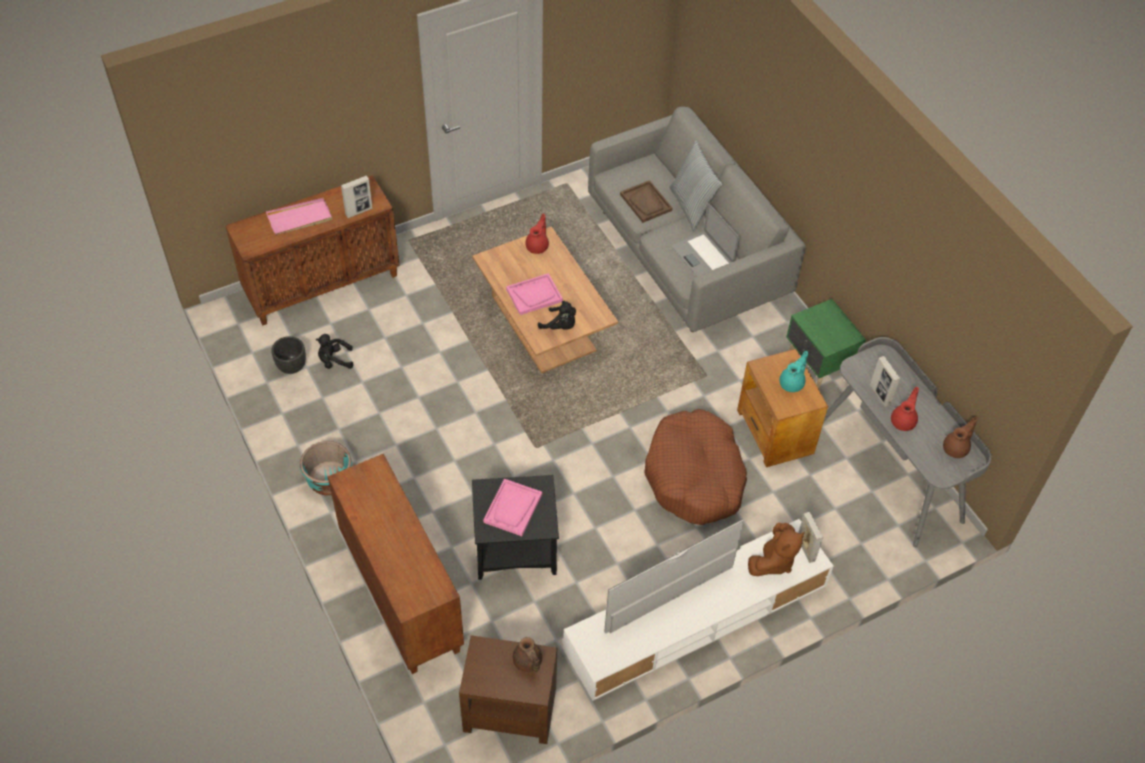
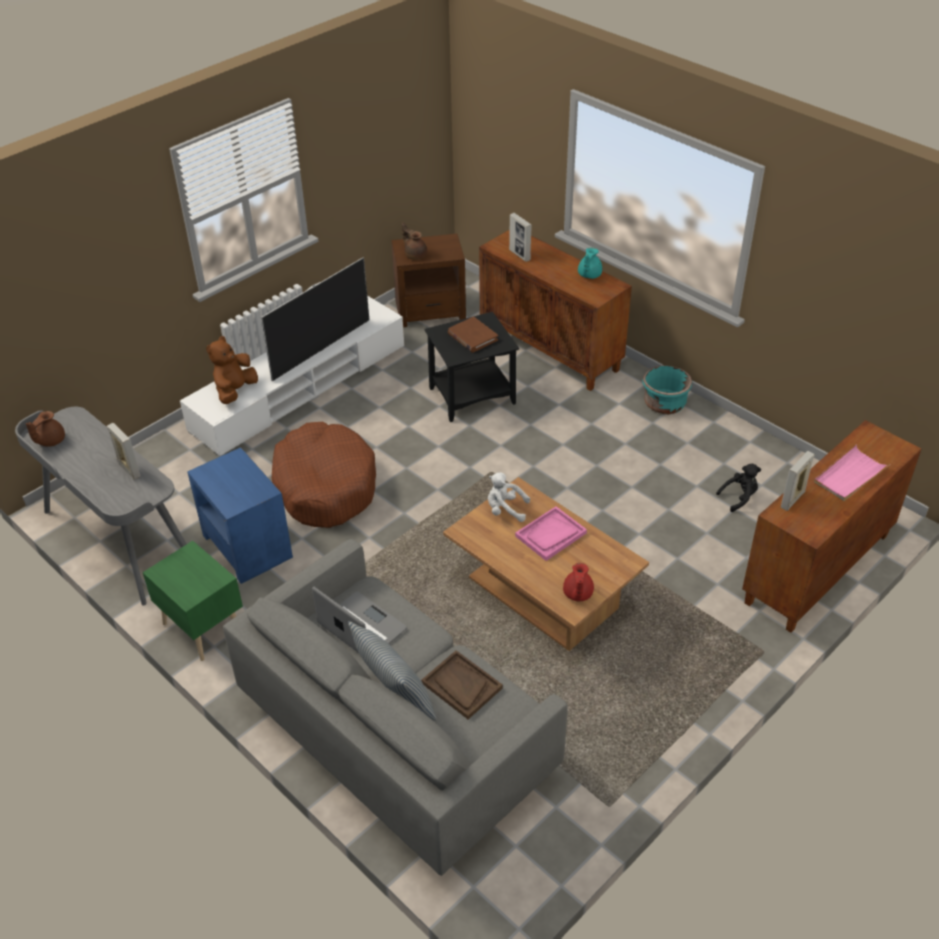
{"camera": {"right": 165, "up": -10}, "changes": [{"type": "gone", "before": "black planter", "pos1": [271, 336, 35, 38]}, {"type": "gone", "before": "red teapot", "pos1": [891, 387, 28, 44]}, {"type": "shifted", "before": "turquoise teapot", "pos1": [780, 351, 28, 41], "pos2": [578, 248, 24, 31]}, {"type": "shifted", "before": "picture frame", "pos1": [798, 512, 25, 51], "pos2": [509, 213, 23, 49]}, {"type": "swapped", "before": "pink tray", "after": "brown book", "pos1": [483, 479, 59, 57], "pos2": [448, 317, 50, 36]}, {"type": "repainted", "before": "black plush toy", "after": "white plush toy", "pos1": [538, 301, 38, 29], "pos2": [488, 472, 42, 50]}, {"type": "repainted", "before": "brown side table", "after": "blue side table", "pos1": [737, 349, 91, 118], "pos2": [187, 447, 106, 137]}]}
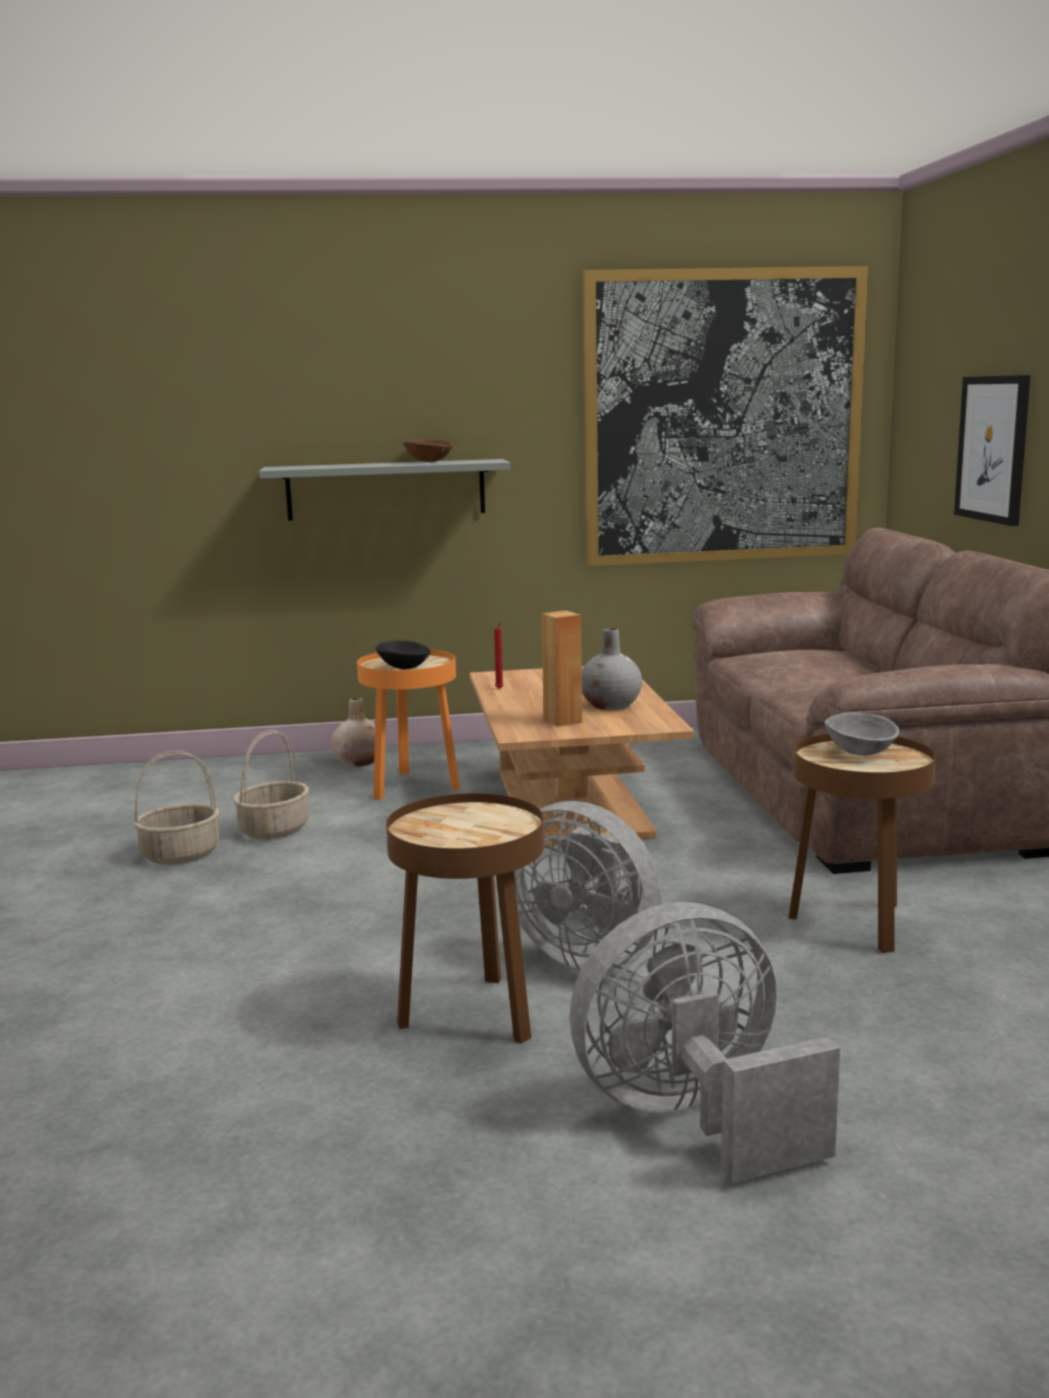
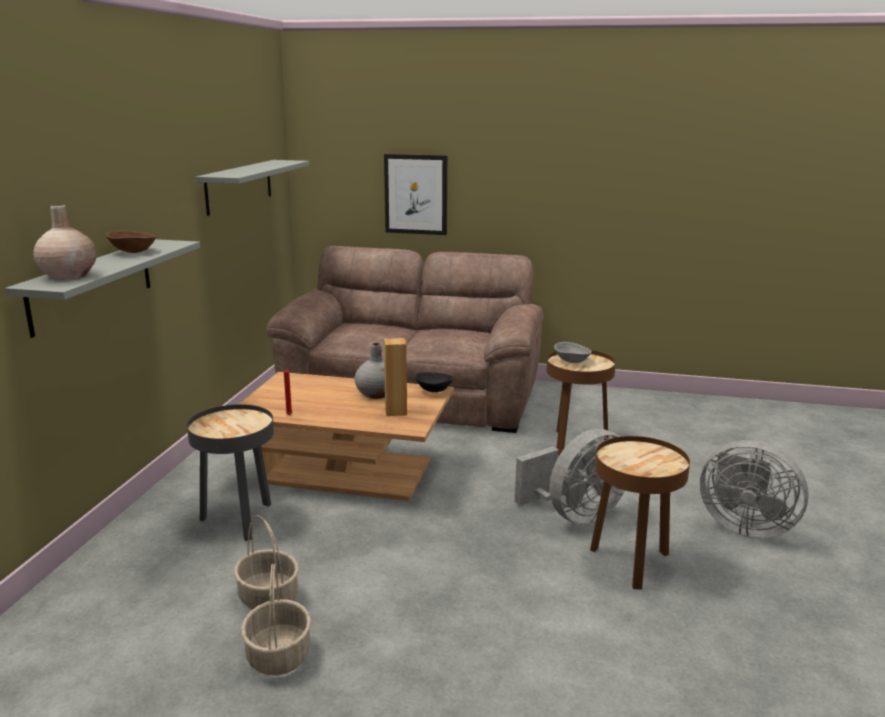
{"camera": {"right": -70, "up": 5}, "changes": [{"type": "shifted", "before": "beige vase", "pos1": [331, 697, 44, 70], "pos2": [33, 205, 64, 75]}, {"type": "shifted", "before": "black bowl", "pos1": [376, 640, 55, 29], "pos2": [415, 372, 38, 20]}, {"type": "swapped", "before": "picture", "after": "grey shelf", "pos1": [582, 266, 286, 300], "pos2": [196, 160, 114, 56]}, {"type": "repainted", "before": "orange side table", "after": "black side table", "pos1": [357, 649, 103, 151], "pos2": [187, 404, 87, 137]}, {"type": "rotated", "before": "grey fan", "pos1": [570, 902, 270, 281], "pos2": [700, 441, 108, 98], "turn": -60}]}
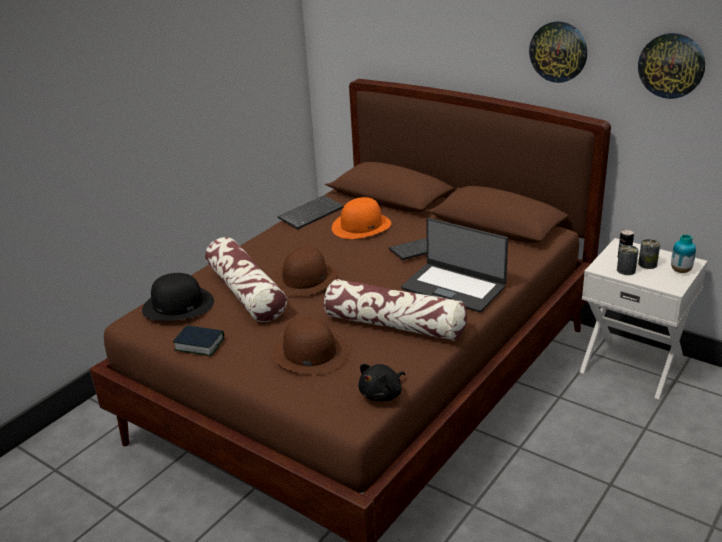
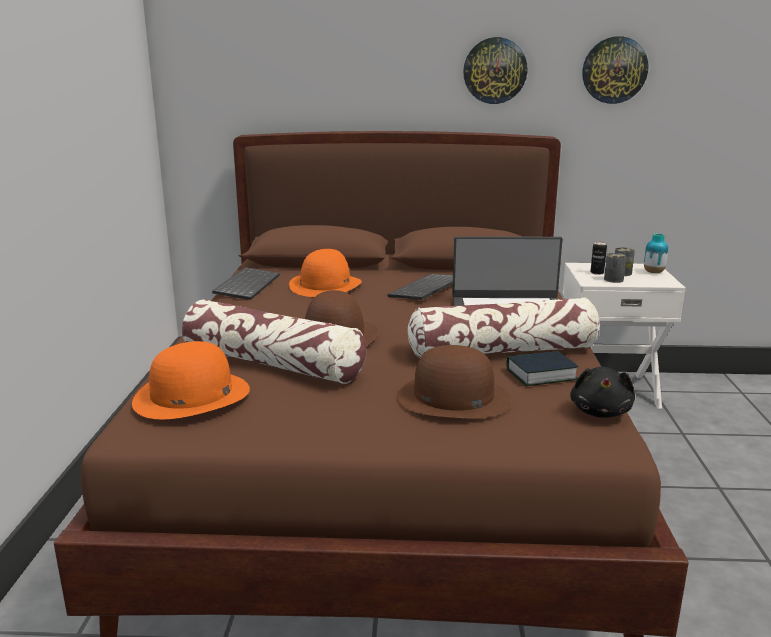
{"camera": {"right": -35, "up": -10}, "changes": [{"type": "shifted", "before": "book", "pos1": [173, 325, 51, 31], "pos2": [506, 351, 72, 35]}, {"type": "repainted", "before": "black hat", "after": "orange hat", "pos1": [142, 273, 72, 48], "pos2": [132, 341, 118, 78]}]}
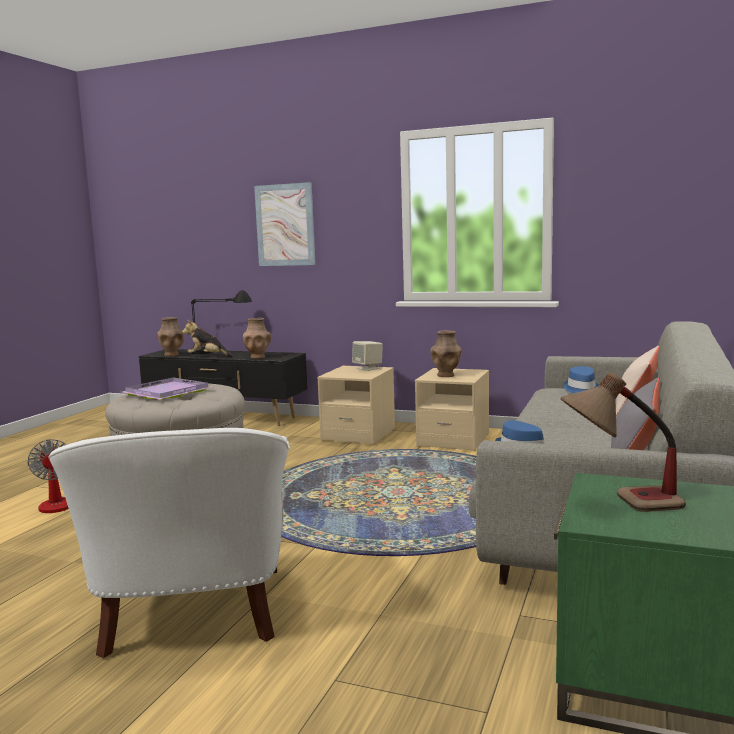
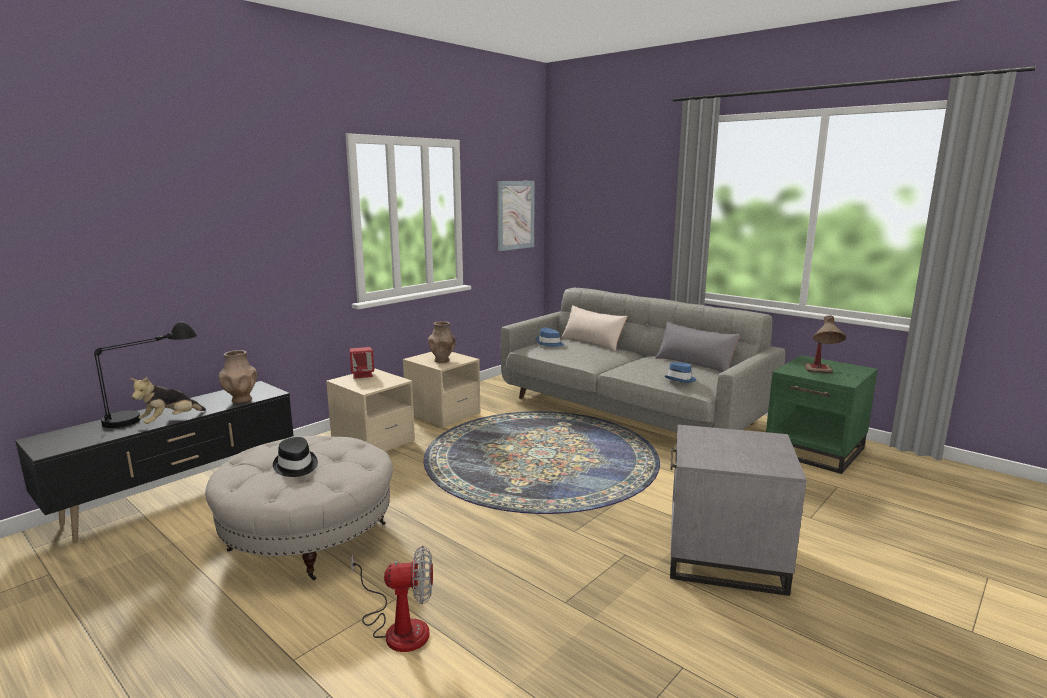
{"camera": {"right": -70, "up": 5}, "changes": [{"type": "gone", "before": "brown vase", "pos1": [157, 317, 27, 39]}, {"type": "shifted", "before": "picture", "pos1": [254, 182, 61, 84], "pos2": [497, 181, 38, 70]}, {"type": "swapped", "before": "white armchair", "after": "grey side table", "pos1": [49, 428, 241, 230], "pos2": [670, 425, 137, 171]}, {"type": "swapped", "before": "purple tray", "after": "black hat", "pos1": [122, 377, 90, 22], "pos2": [273, 437, 45, 40]}, {"type": "repainted", "before": "beige speaker", "after": "red speaker", "pos1": [352, 341, 31, 30], "pos2": [350, 347, 24, 32]}]}
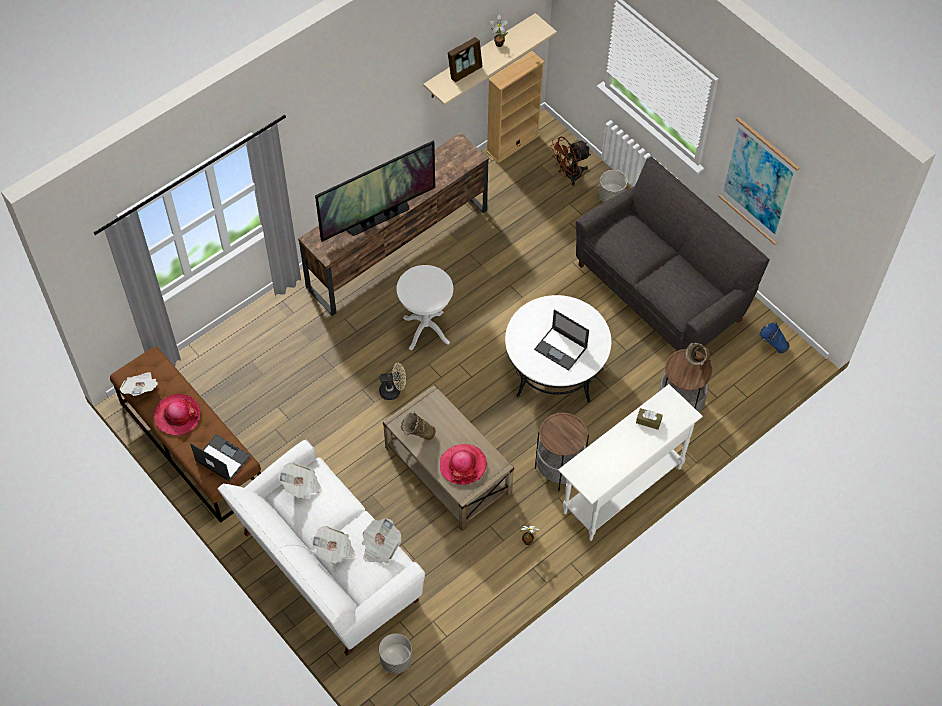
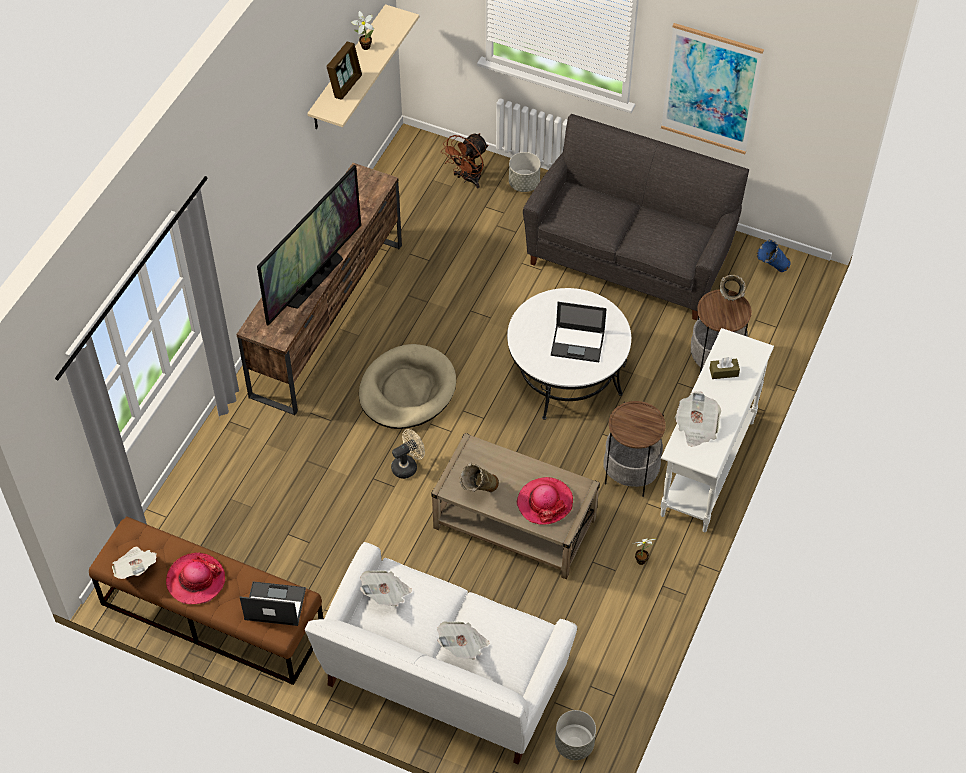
{"camera": {"right": -25, "up": -5}, "changes": [{"type": "gone", "before": "beige bookcase", "pos1": [486, 51, 59, 112]}, {"type": "shifted", "before": "newspaper", "pos1": [362, 518, 39, 46], "pos2": [675, 391, 46, 56]}, {"type": "swapped", "before": "white side table", "after": "beige dog bed", "pos1": [397, 265, 56, 86], "pos2": [359, 344, 97, 85]}]}
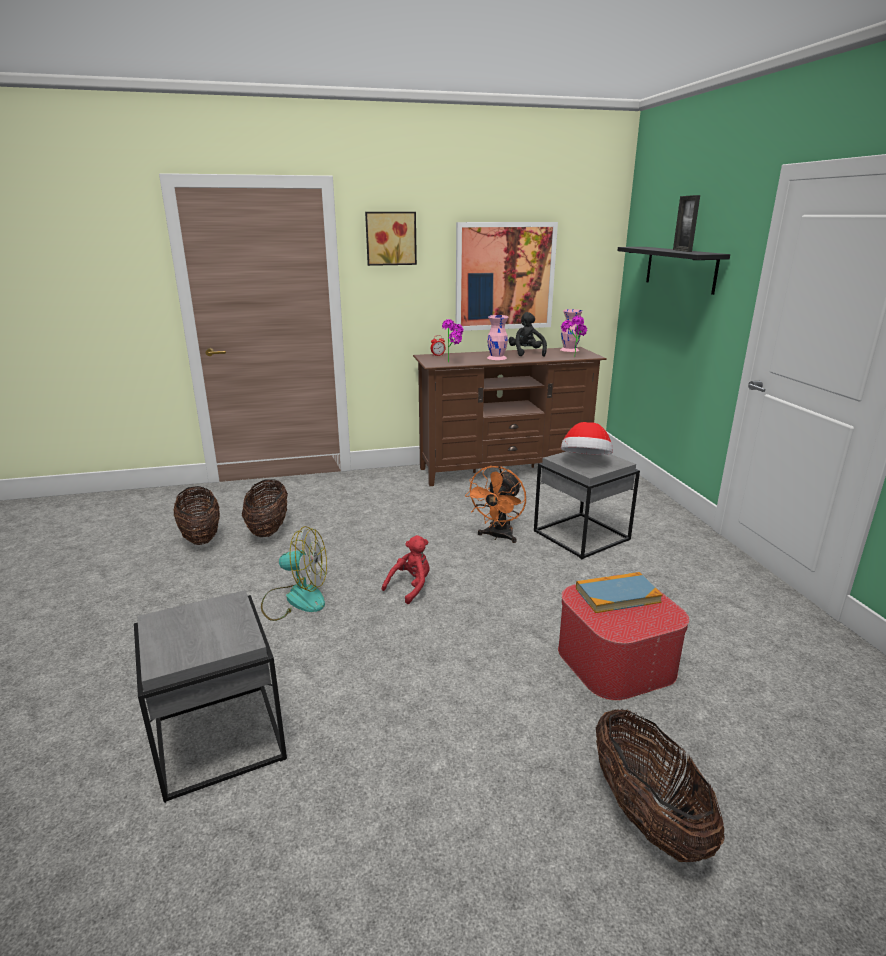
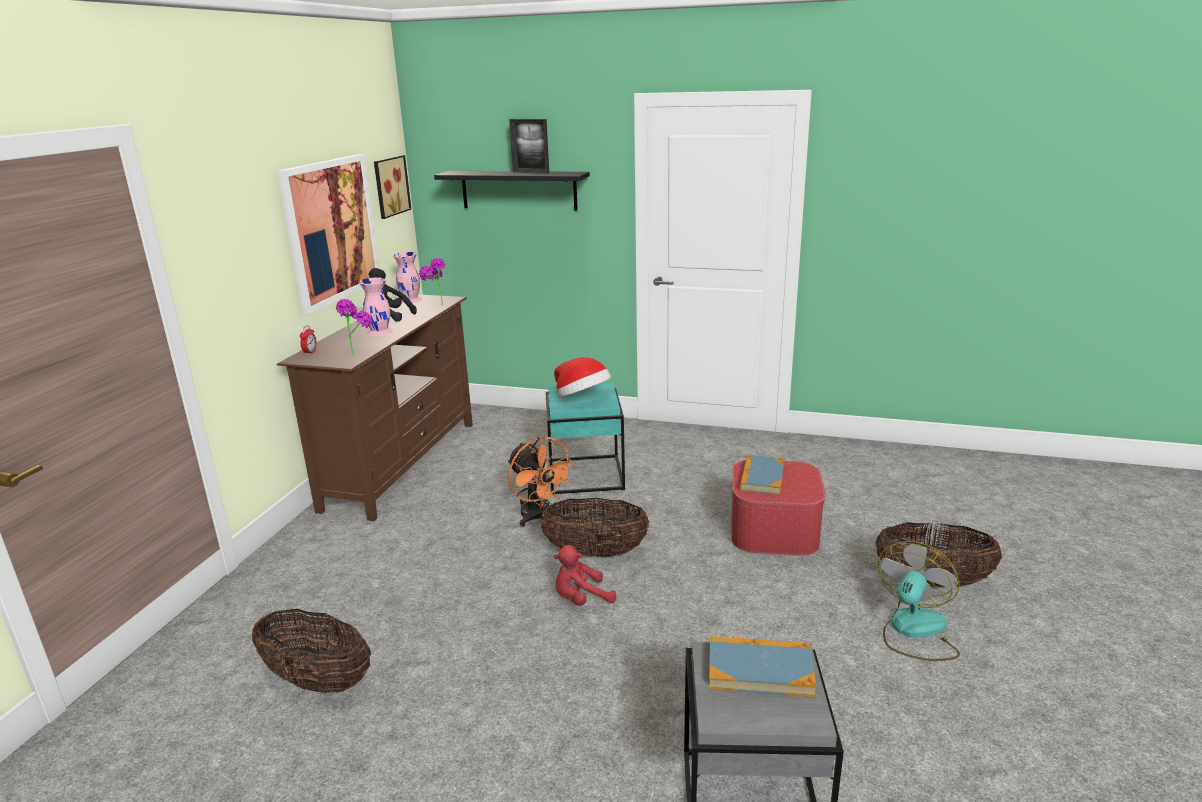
{"camera": {"right": -60, "up": 0}, "changes": [{"type": "new", "after": "book", "pos2": [709, 636, 108, 61]}, {"type": "shifted", "before": "basket", "pos1": [174, 486, 46, 59], "pos2": [540, 498, 110, 59]}, {"type": "shifted", "before": "fan", "pos1": [261, 526, 66, 95], "pos2": [878, 541, 82, 120]}, {"type": "shifted", "before": "picture", "pos1": [365, 212, 52, 54], "pos2": [374, 155, 37, 64]}, {"type": "repainted", "before": "grey side table", "after": "turquoise side table", "pos1": [534, 452, 106, 108], "pos2": [545, 383, 80, 111]}, {"type": "rotated", "before": "red plush toy", "pos1": [382, 535, 48, 69], "pos2": [554, 545, 62, 61], "turn": -90}]}
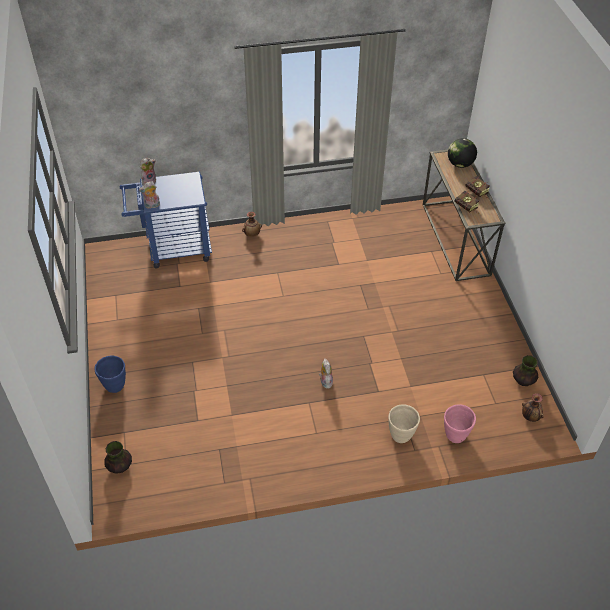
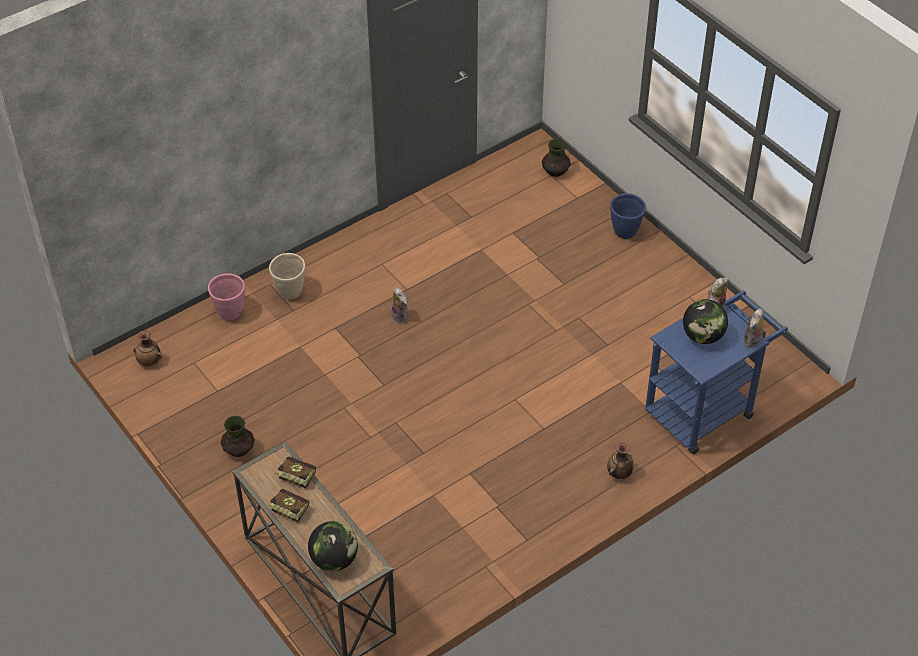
{"camera": {"right": 155, "up": 0}, "changes": [{"type": "new", "after": "globe", "pos2": [683, 299, 45, 45]}, {"type": "shifted", "before": "vase", "pos1": [513, 355, 26, 31], "pos2": [221, 416, 34, 41]}]}
